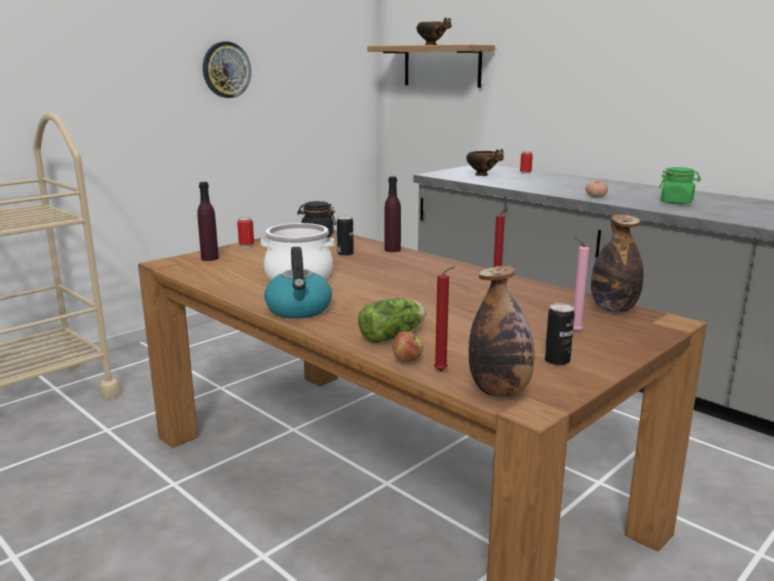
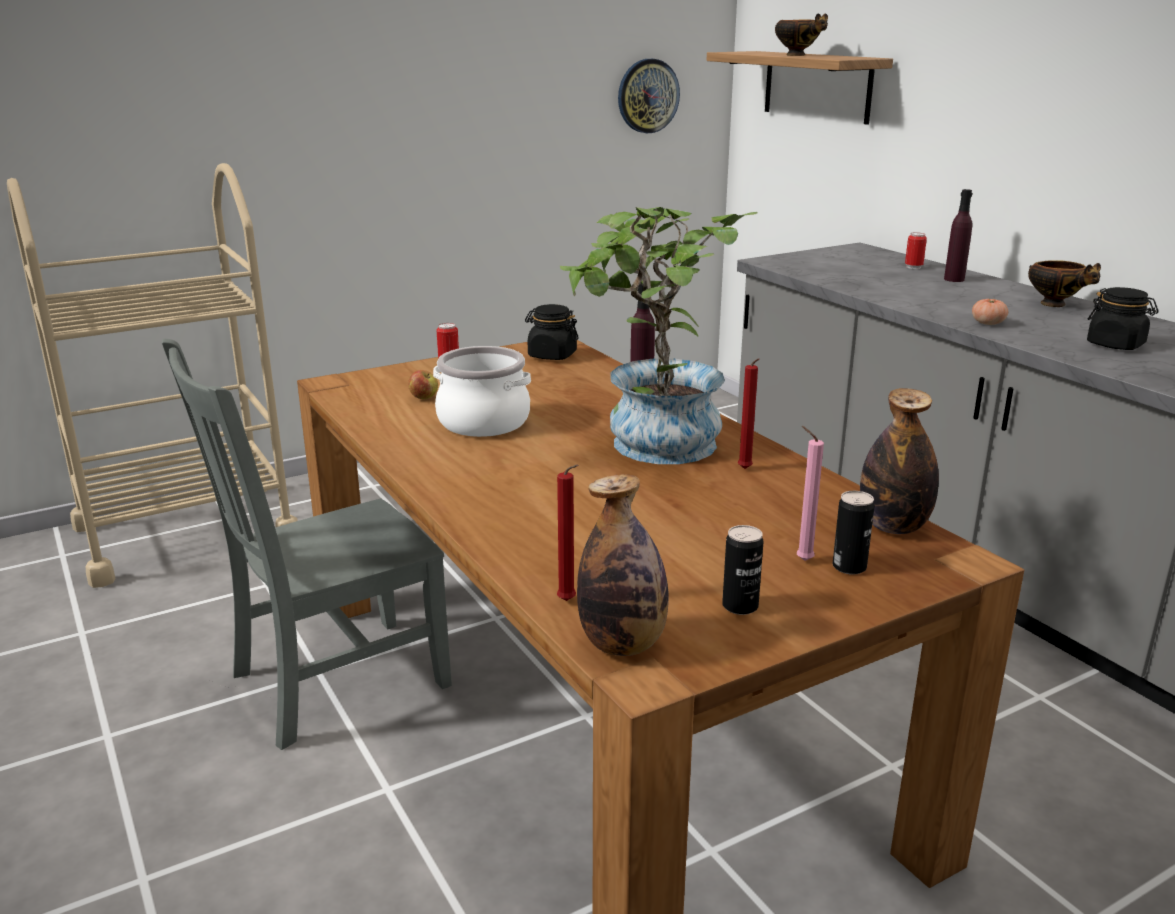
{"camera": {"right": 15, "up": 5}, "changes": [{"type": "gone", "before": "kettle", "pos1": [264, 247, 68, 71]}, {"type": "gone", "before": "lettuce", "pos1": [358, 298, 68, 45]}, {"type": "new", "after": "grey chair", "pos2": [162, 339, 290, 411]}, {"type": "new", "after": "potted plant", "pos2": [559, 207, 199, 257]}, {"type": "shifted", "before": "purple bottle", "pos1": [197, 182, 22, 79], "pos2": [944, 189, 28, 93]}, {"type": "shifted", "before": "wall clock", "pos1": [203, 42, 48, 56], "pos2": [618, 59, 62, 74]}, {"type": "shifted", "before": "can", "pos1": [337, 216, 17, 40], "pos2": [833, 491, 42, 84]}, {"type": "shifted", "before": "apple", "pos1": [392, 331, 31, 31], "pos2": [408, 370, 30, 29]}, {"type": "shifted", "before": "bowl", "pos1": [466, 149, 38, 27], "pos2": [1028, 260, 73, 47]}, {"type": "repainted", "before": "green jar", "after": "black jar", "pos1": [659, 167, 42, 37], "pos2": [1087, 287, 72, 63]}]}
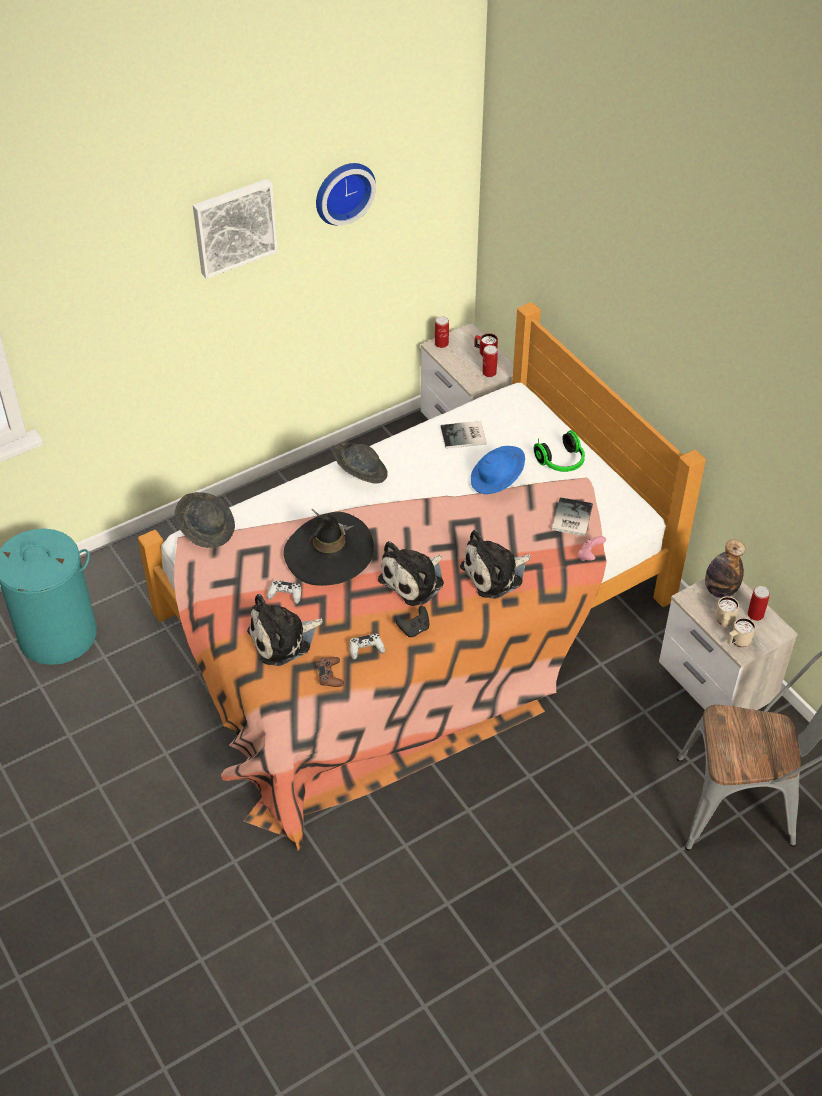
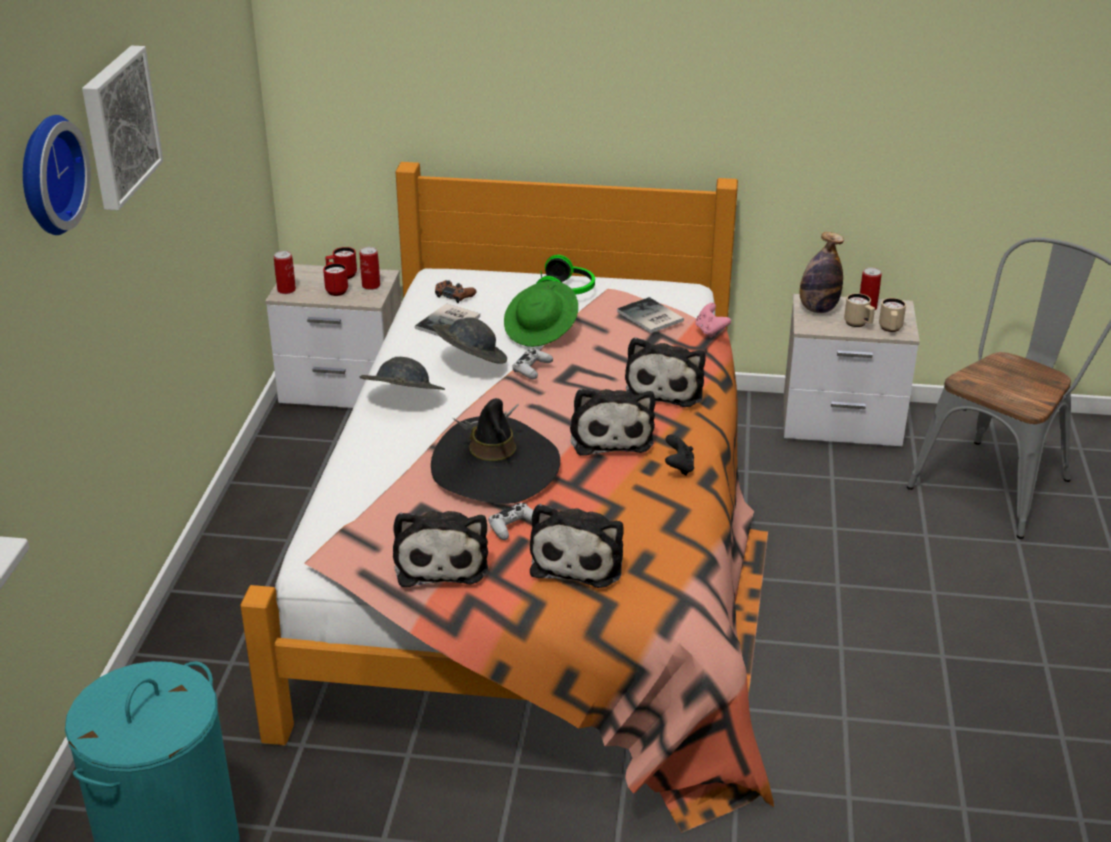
{"camera": {"right": -50, "up": -15}, "changes": [{"type": "new", "after": "red mug", "pos2": [323, 262, 25, 34]}, {"type": "new", "after": "plush toy", "pos2": [393, 511, 95, 76]}, {"type": "shifted", "before": "grey hat", "pos1": [175, 492, 60, 56], "pos2": [432, 317, 75, 47]}, {"type": "shifted", "before": "wall clock", "pos1": [316, 163, 60, 63], "pos2": [23, 115, 68, 120]}, {"type": "shifted", "before": "brown game controller", "pos1": [317, 657, 27, 30], "pos2": [435, 280, 41, 23]}, {"type": "shifted", "before": "white game controller", "pos1": [350, 634, 35, 25], "pos2": [512, 348, 41, 31]}, {"type": "repainted", "before": "blue hat", "after": "green hat", "pos1": [471, 446, 54, 48], "pos2": [504, 281, 74, 66]}]}
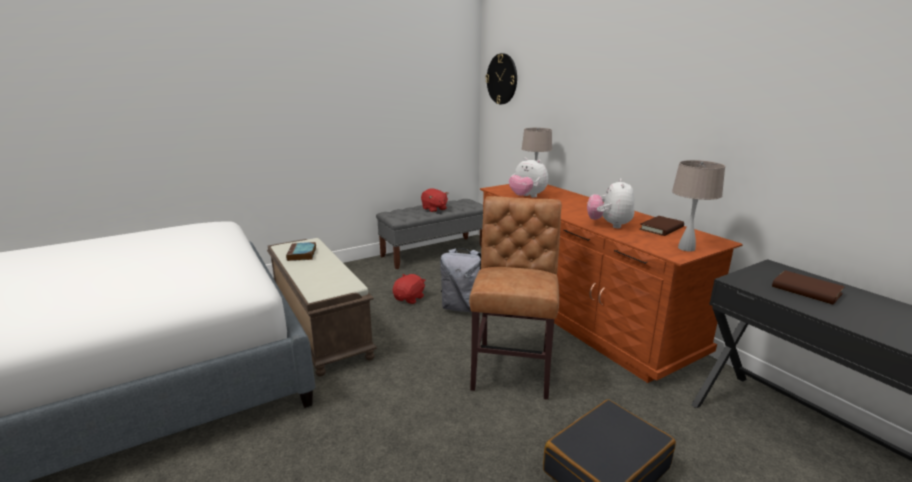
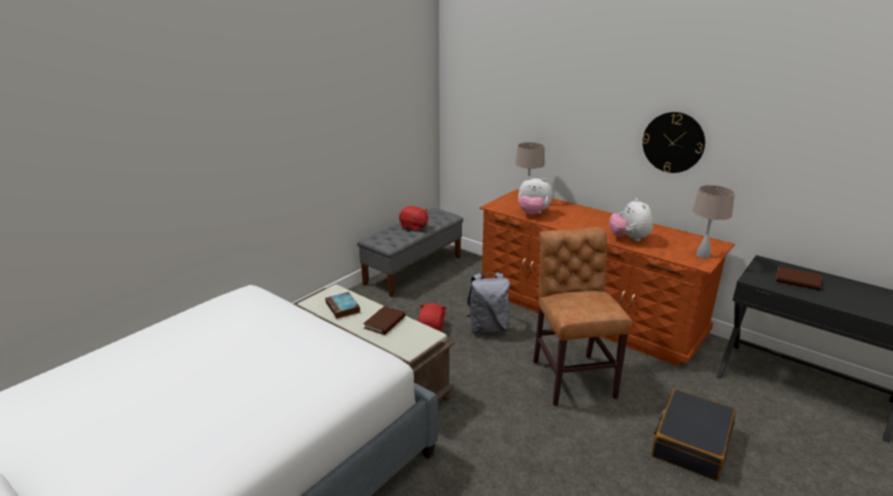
{"camera": {"right": -20, "up": 5}, "changes": [{"type": "shifted", "before": "wall clock", "pos1": [486, 53, 31, 51], "pos2": [642, 112, 63, 61]}, {"type": "shifted", "before": "brown book", "pos1": [639, 216, 45, 20], "pos2": [363, 306, 43, 29]}]}
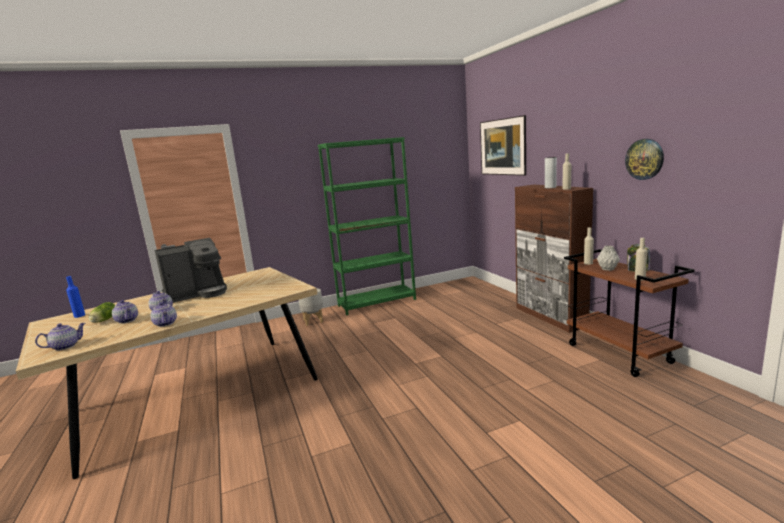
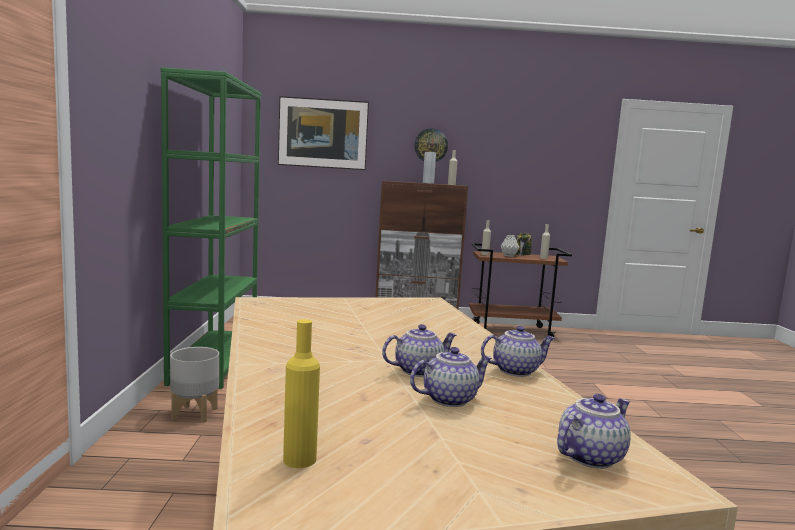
{"camera": {"right": -70, "up": -5}, "changes": [{"type": "gone", "before": "lettuce", "pos1": [89, 302, 26, 21]}, {"type": "gone", "before": "coffee machine", "pos1": [154, 238, 73, 65]}, {"type": "shifted", "before": "wall clock", "pos1": [625, 139, 39, 41], "pos2": [414, 129, 34, 33]}, {"type": "repainted", "before": "blue bottle", "after": "yellow bottle", "pos1": [66, 276, 19, 42], "pos2": [283, 319, 37, 149]}, {"type": "rotated", "before": "teapot", "pos1": [35, 323, 50, 27], "pos2": [557, 394, 74, 75], "turn": 75}]}
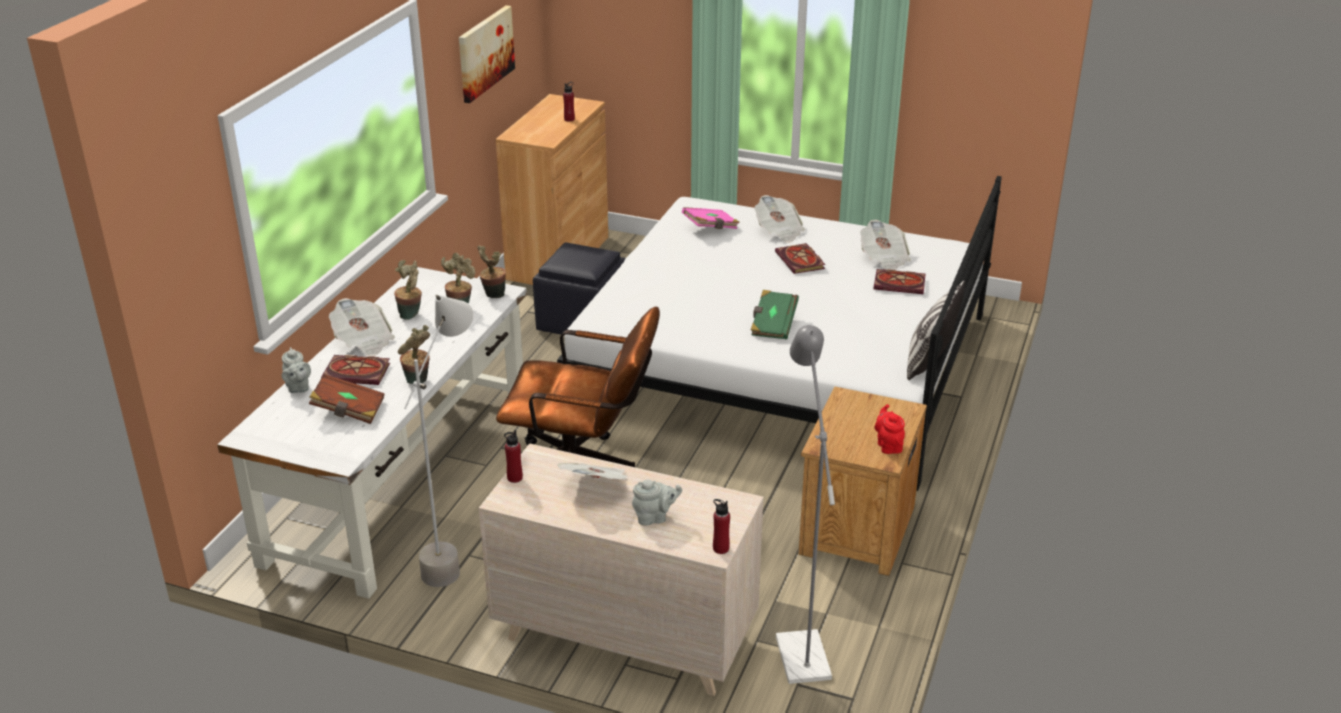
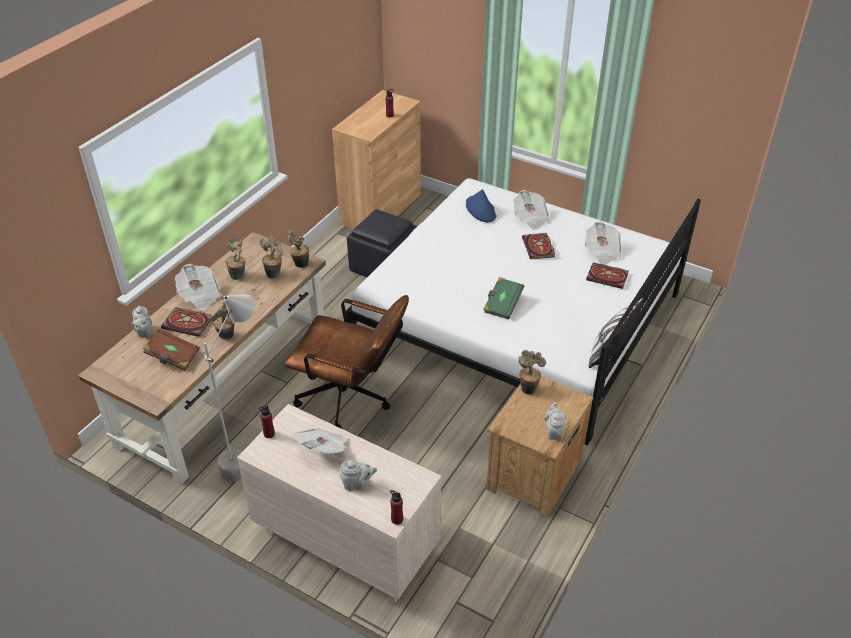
{"camera": {"right": 10, "up": 10}, "changes": [{"type": "gone", "before": "picture", "pos1": [459, 5, 56, 98]}, {"type": "gone", "before": "grey floor lamp", "pos1": [776, 325, 59, 359]}, {"type": "new", "after": "potted plant", "pos2": [518, 350, 28, 45]}, {"type": "swapped", "before": "pink book", "after": "blue hat", "pos1": [682, 207, 58, 22], "pos2": [466, 189, 30, 33]}, {"type": "repainted", "before": "white desk", "after": "brown desk", "pos1": [217, 267, 310, 332], "pos2": [78, 232, 248, 253]}, {"type": "repainted", "before": "red teapot", "after": "grey teapot", "pos1": [875, 404, 30, 50], "pos2": [544, 402, 22, 38]}]}
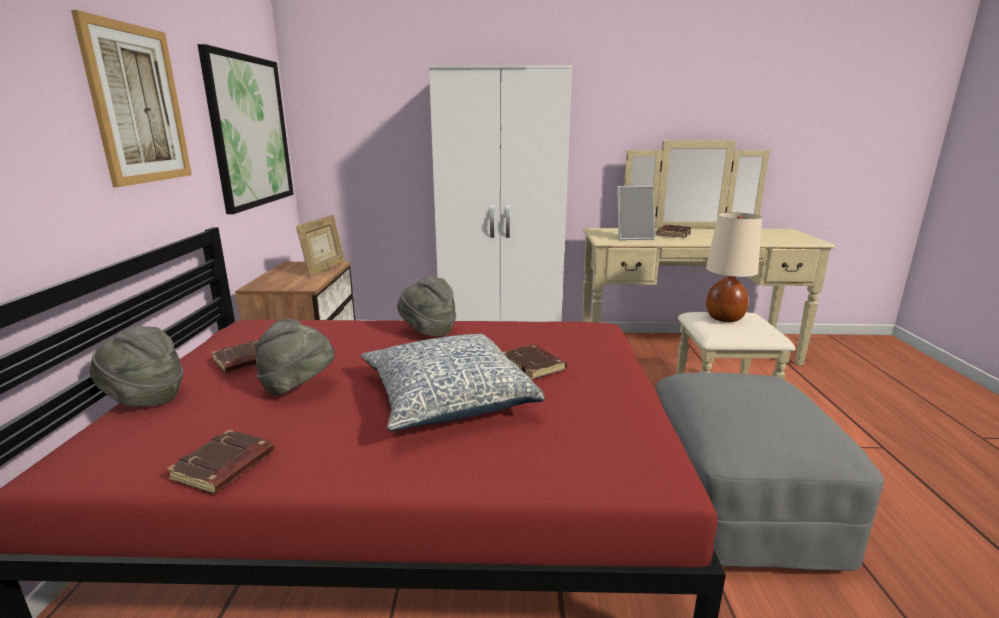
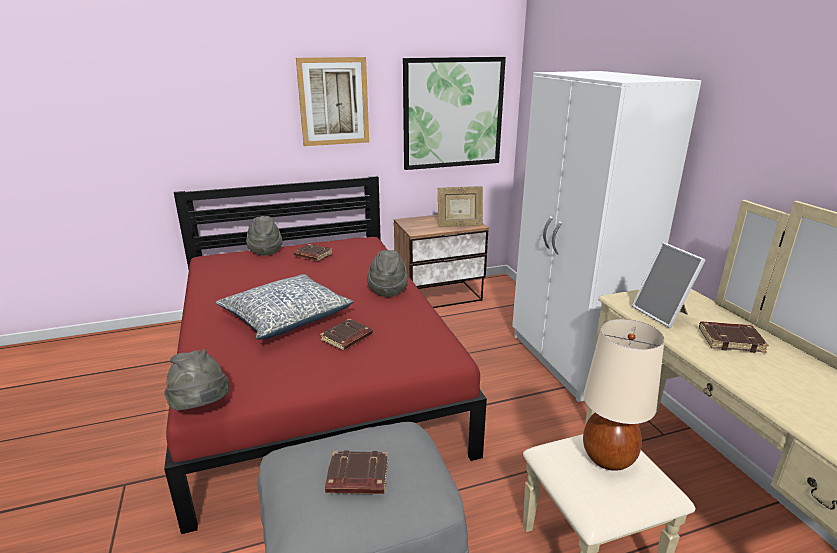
{"camera": {"right": 70, "up": 5}, "changes": [{"type": "shifted", "before": "brown book", "pos1": [166, 430, 108, 64], "pos2": [325, 450, 63, 44]}, {"type": "shifted", "before": "grey hat", "pos1": [256, 319, 79, 76], "pos2": [164, 349, 65, 61]}]}
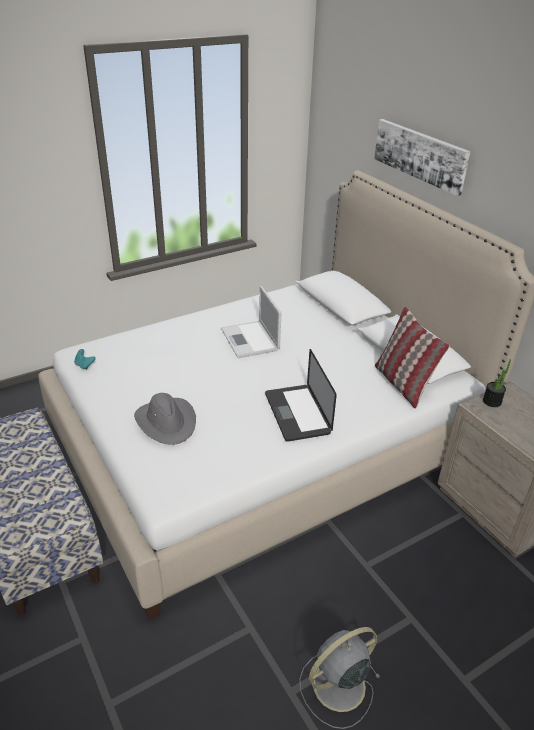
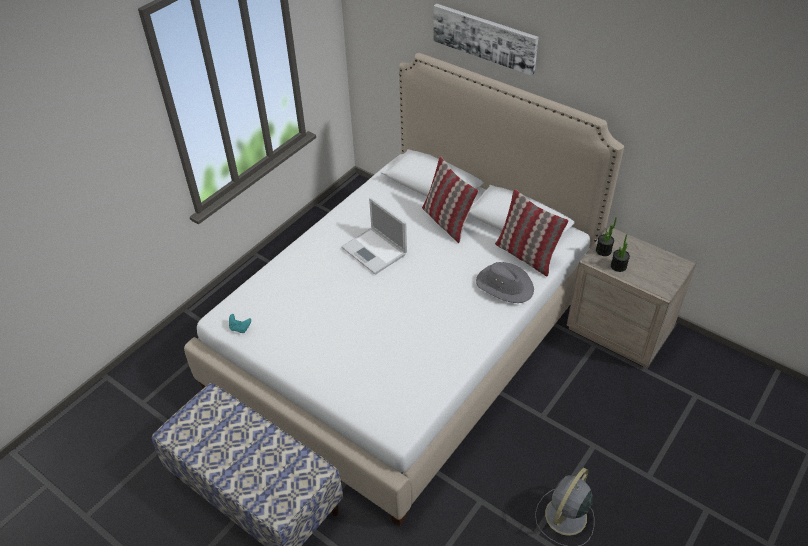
{"camera": {"right": -20, "up": 10}, "changes": [{"type": "gone", "before": "laptop", "pos1": [265, 349, 72, 93]}, {"type": "new", "after": "pillow", "pos2": [422, 156, 57, 87]}, {"type": "new", "after": "potted plant", "pos2": [611, 234, 19, 38]}, {"type": "shifted", "before": "grey hat", "pos1": [134, 393, 62, 52], "pos2": [476, 262, 58, 41]}]}
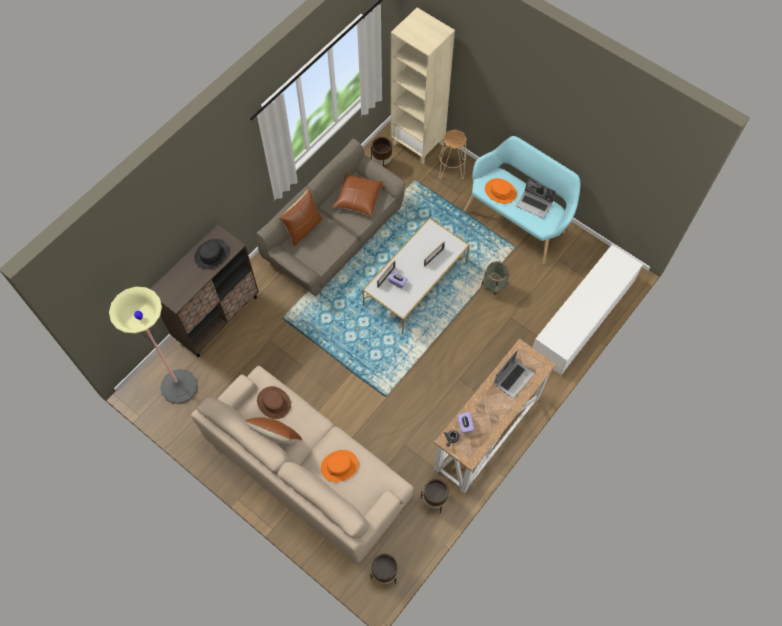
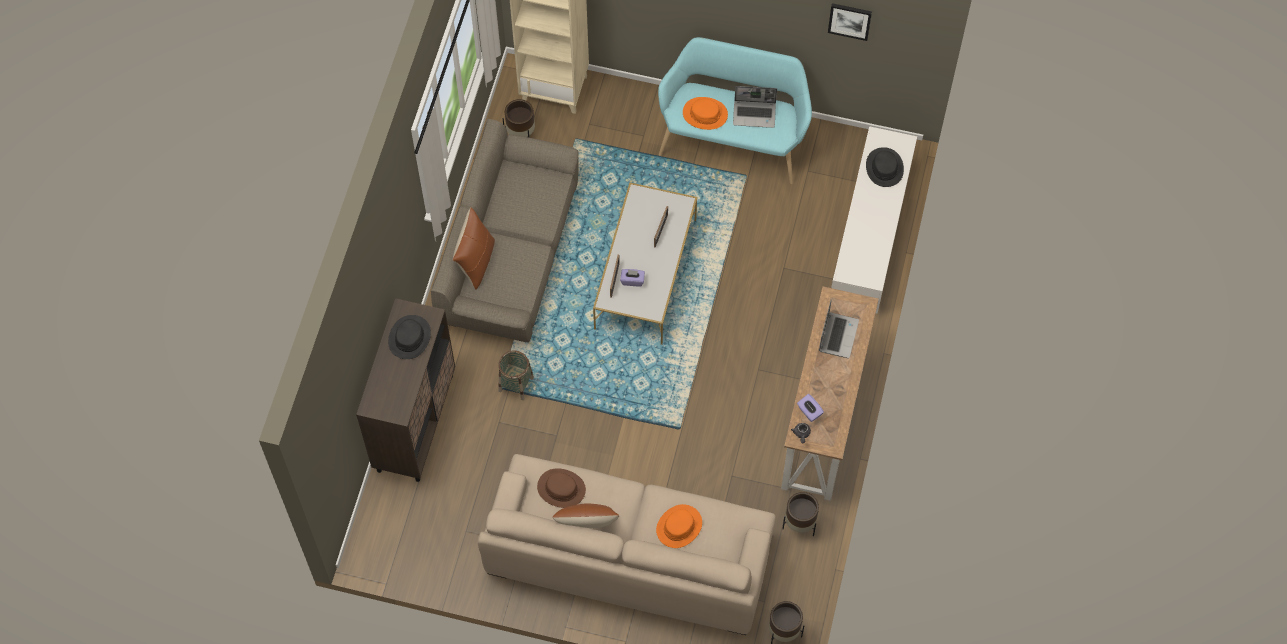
{"camera": {"right": -25, "up": 0}, "changes": [{"type": "gone", "before": "floor lamp", "pos1": [109, 287, 89, 117]}, {"type": "gone", "before": "brown pillow", "pos1": [332, 174, 52, 43]}, {"type": "gone", "before": "beige stool", "pos1": [439, 129, 28, 50]}, {"type": "new", "after": "picture", "pos2": [828, 3, 44, 38]}, {"type": "new", "after": "black hat", "pos2": [866, 147, 38, 40]}, {"type": "shifted", "before": "basket", "pos1": [481, 261, 28, 38], "pos2": [498, 350, 36, 50]}]}
